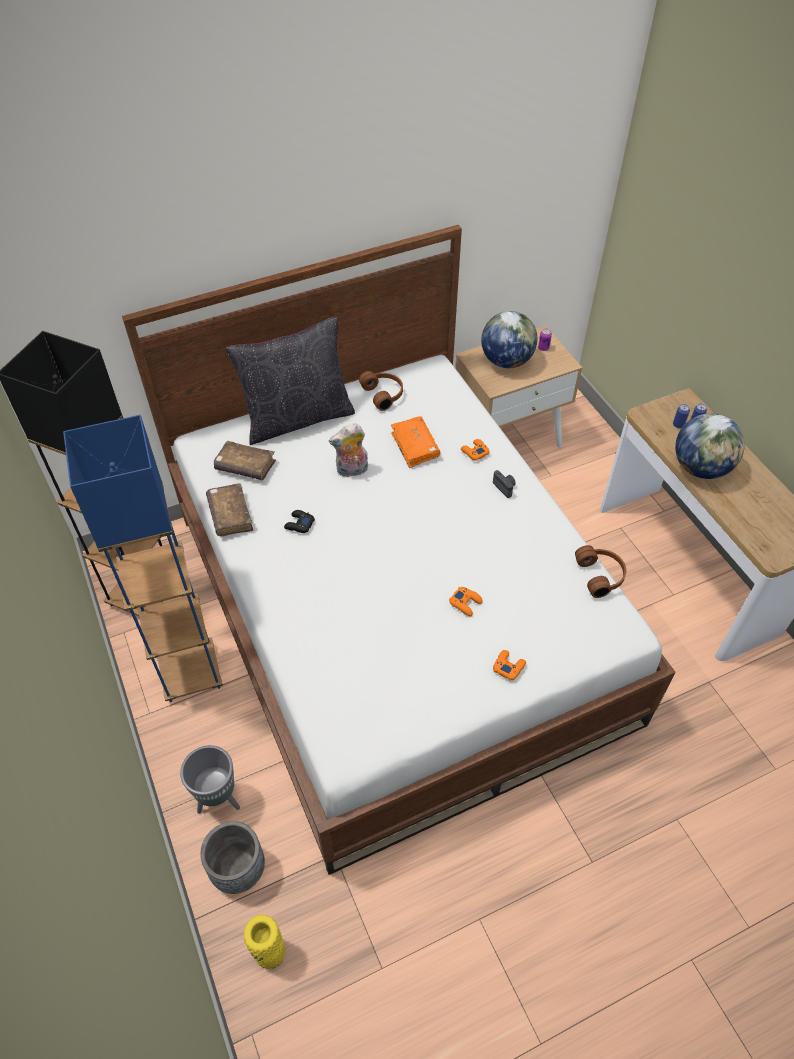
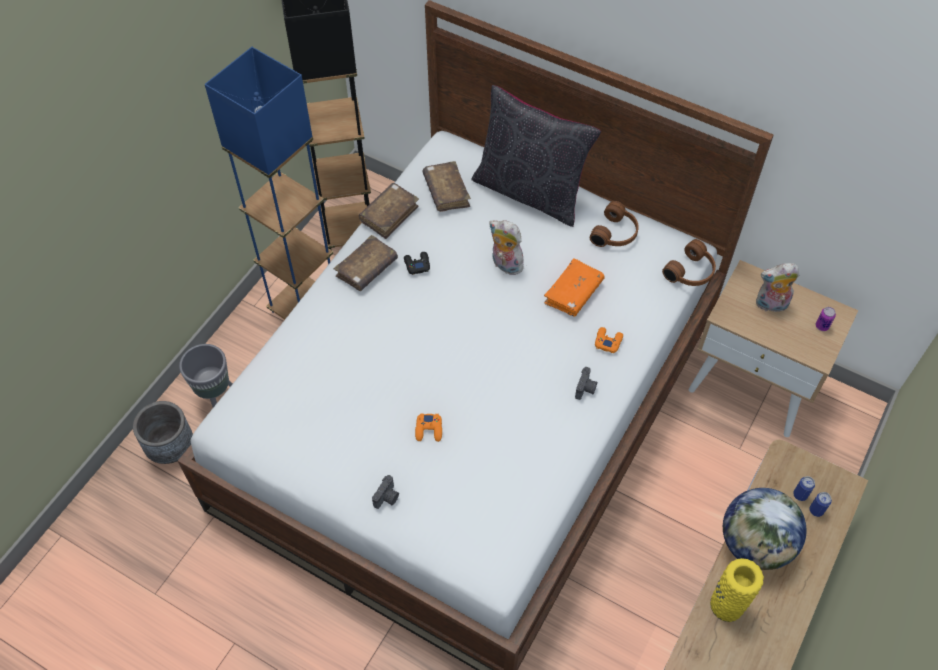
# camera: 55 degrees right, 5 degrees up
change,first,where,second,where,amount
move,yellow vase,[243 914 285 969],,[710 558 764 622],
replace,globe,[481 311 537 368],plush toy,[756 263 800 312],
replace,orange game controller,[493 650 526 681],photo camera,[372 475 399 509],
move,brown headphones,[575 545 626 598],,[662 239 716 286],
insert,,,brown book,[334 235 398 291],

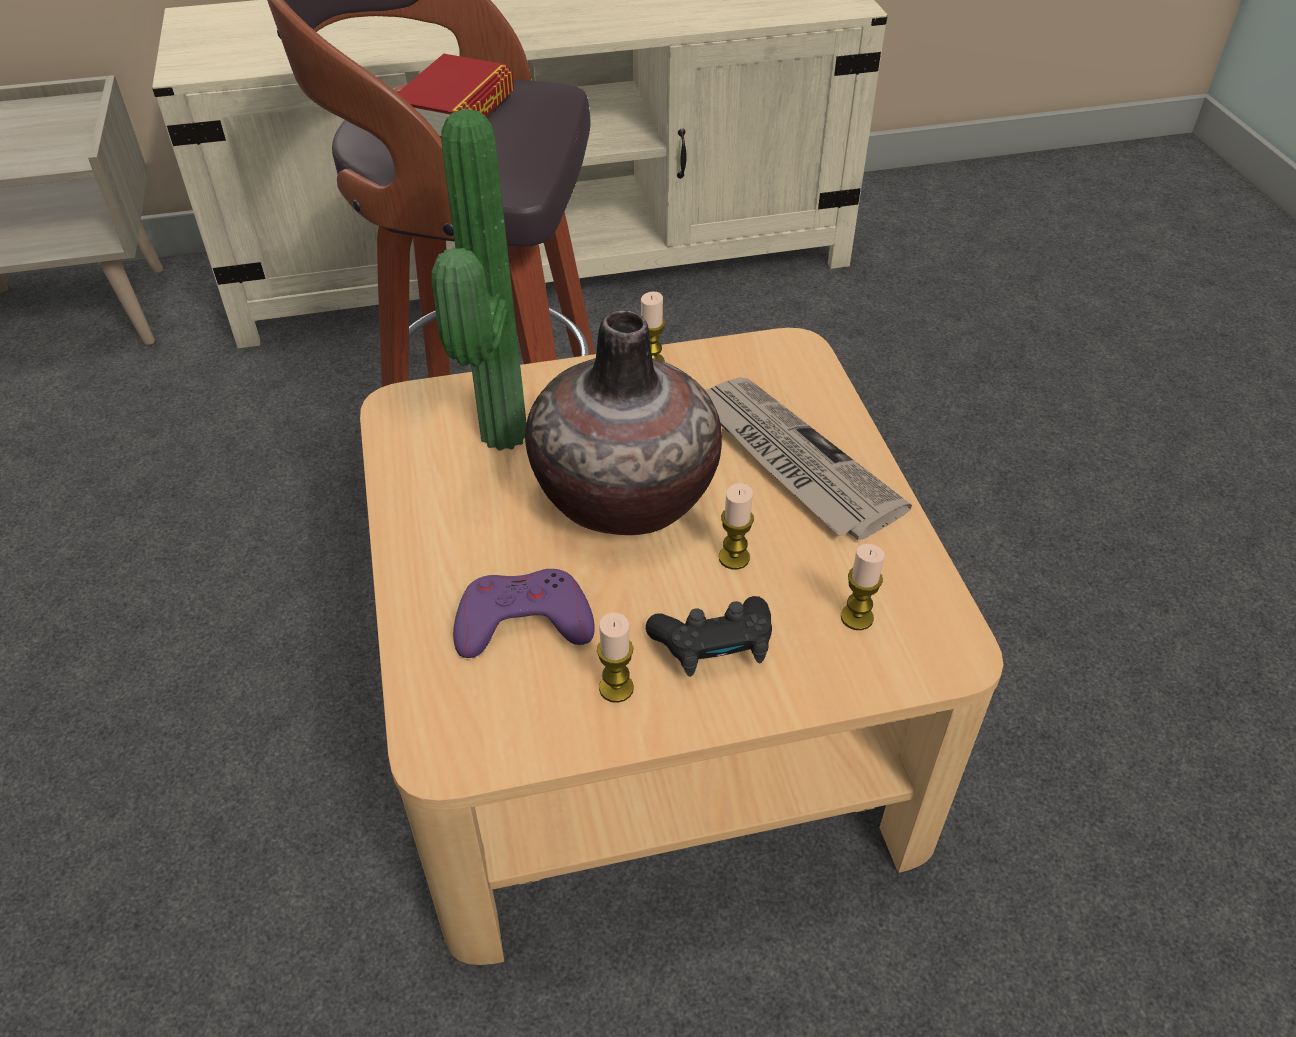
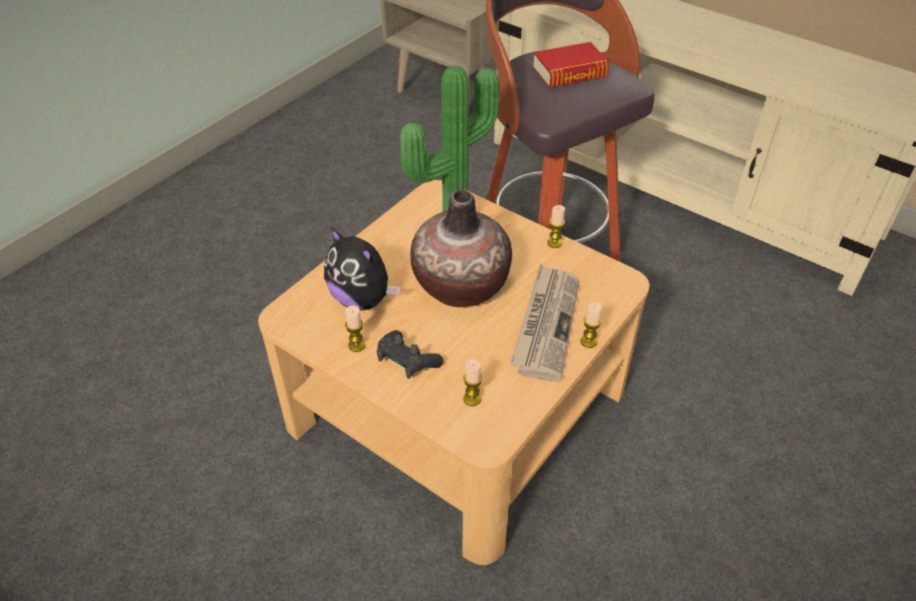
# camera: 50 degrees right, 0 degrees up
change,first,where,second,where,amount
replace,purple game controller,[453 569 595 658],plush toy,[324 227 400 311],
move,candle,[719 483 754 570],,[581 302 602 348],

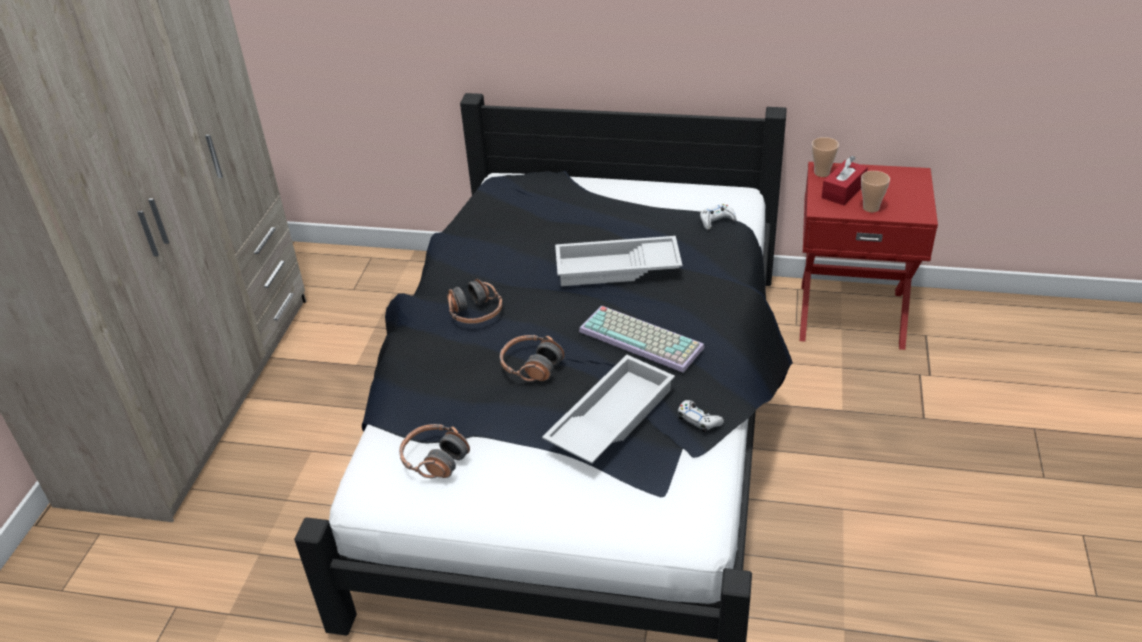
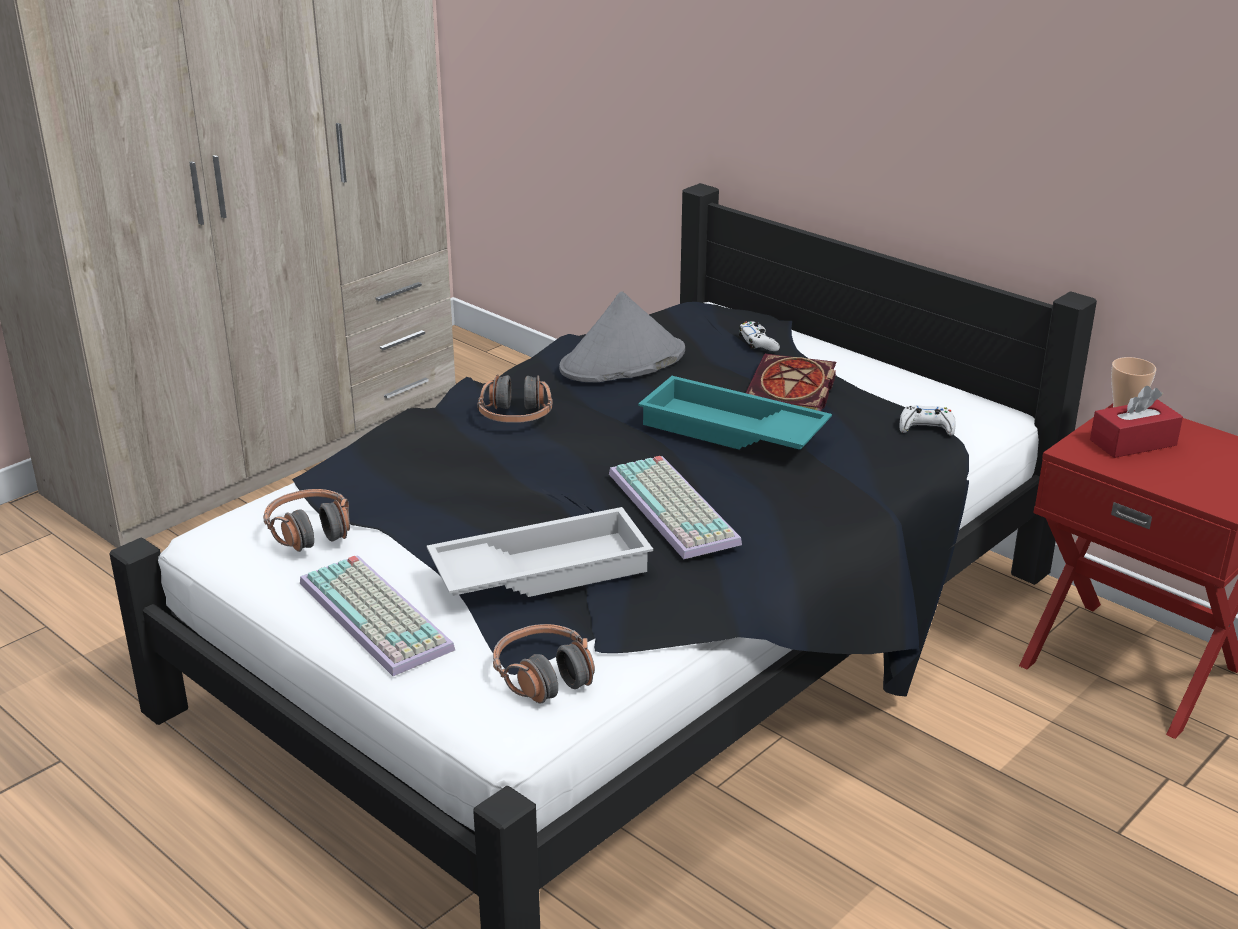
# camera: 30 degrees right, 10 degrees down
change,first,where,second,where,amount
move,headphones,[500 335 565 382],,[493 624 595 704],
recolor,white tray,[555 236 682 286],turquoise tray,[638 376 832 450],
move,white game controller,[678 400 724 433],,[739 321 780 351],
delete,cup,[861 171 890 212],,,
insert,,,keyboard,[300 555 455 676],
insert,,,grey hat,[559 291 685 382],
insert,,,book,[746 354 836 411],

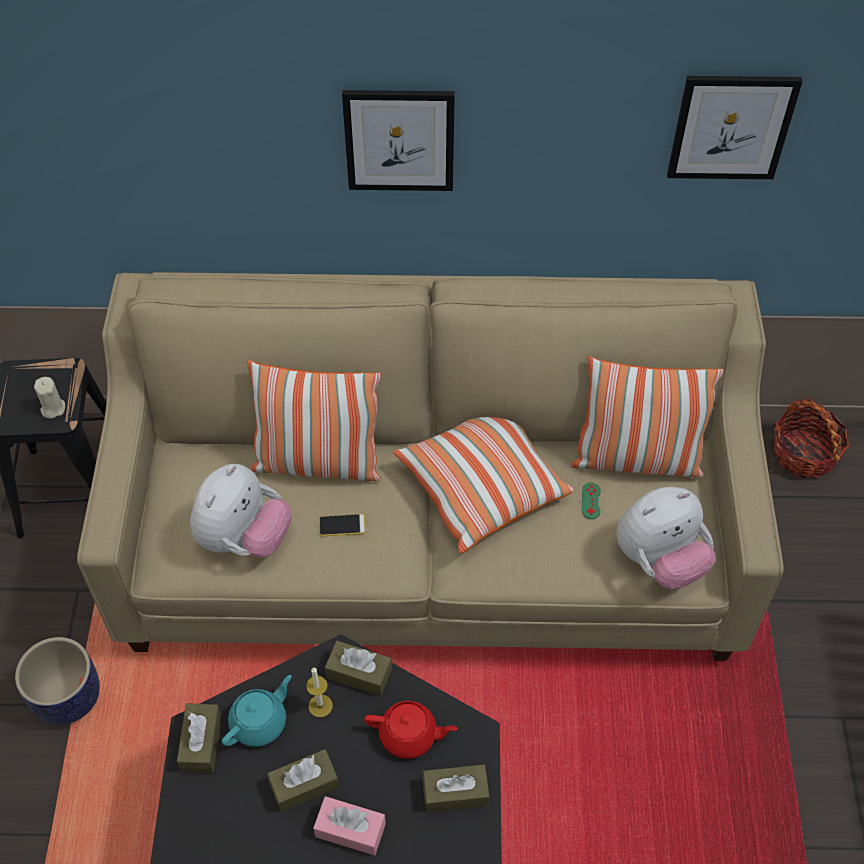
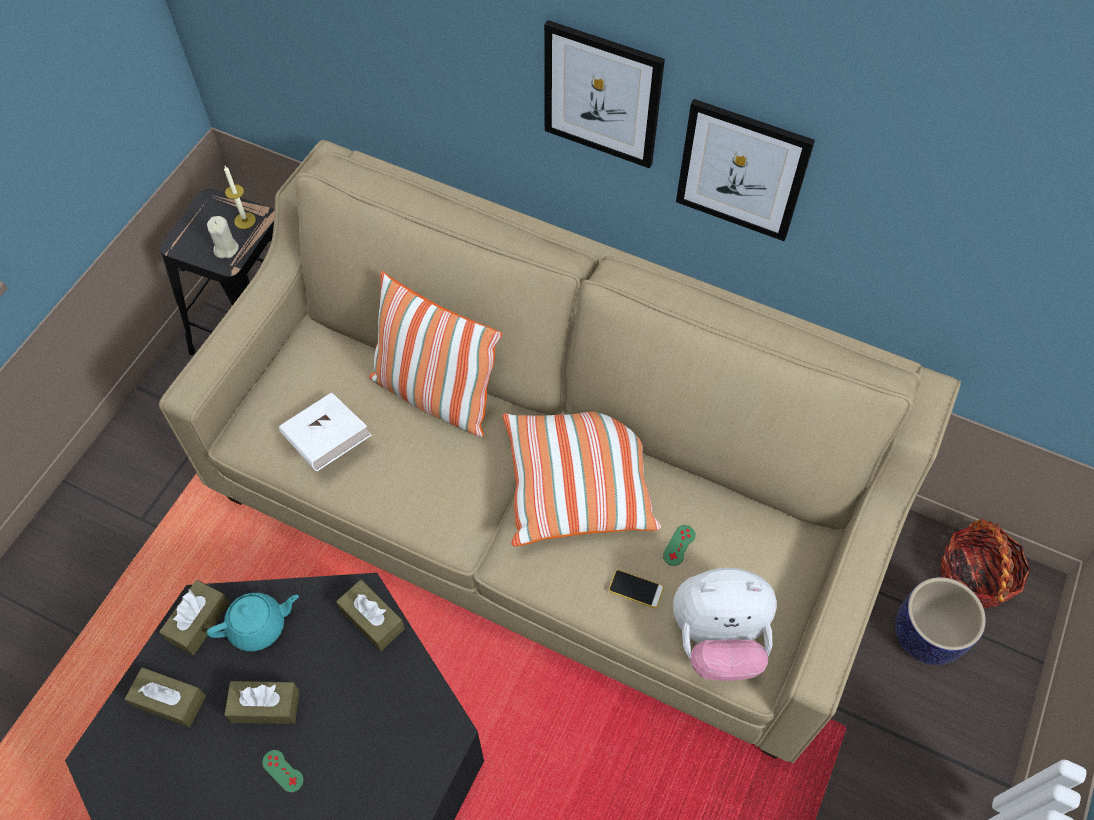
# camera: 25 degrees right, 5 degrees up
change,first,where,second,where,amount
move,planter,[15 637 100 725],,[895 577 986 665],
replace,plush toy,[190 464 292 558],white book,[279 392 371 471],
move,candle,[306 667 333 717],,[224 166 256 229],
replace,pink tissue box,[313 796 386 856],green game controller,[262 750 304 793],
move,phone,[319 514 366 536],,[609 570 664 608],
delete,red teapot,[364 701 458 759],,,
move,brown tissue box,[422 764 490 812],,[125 667 206 727],
delete,pillow,[571 356 724 478],,,
move,picture,[667 76 803 179],,[676 99 815 241],

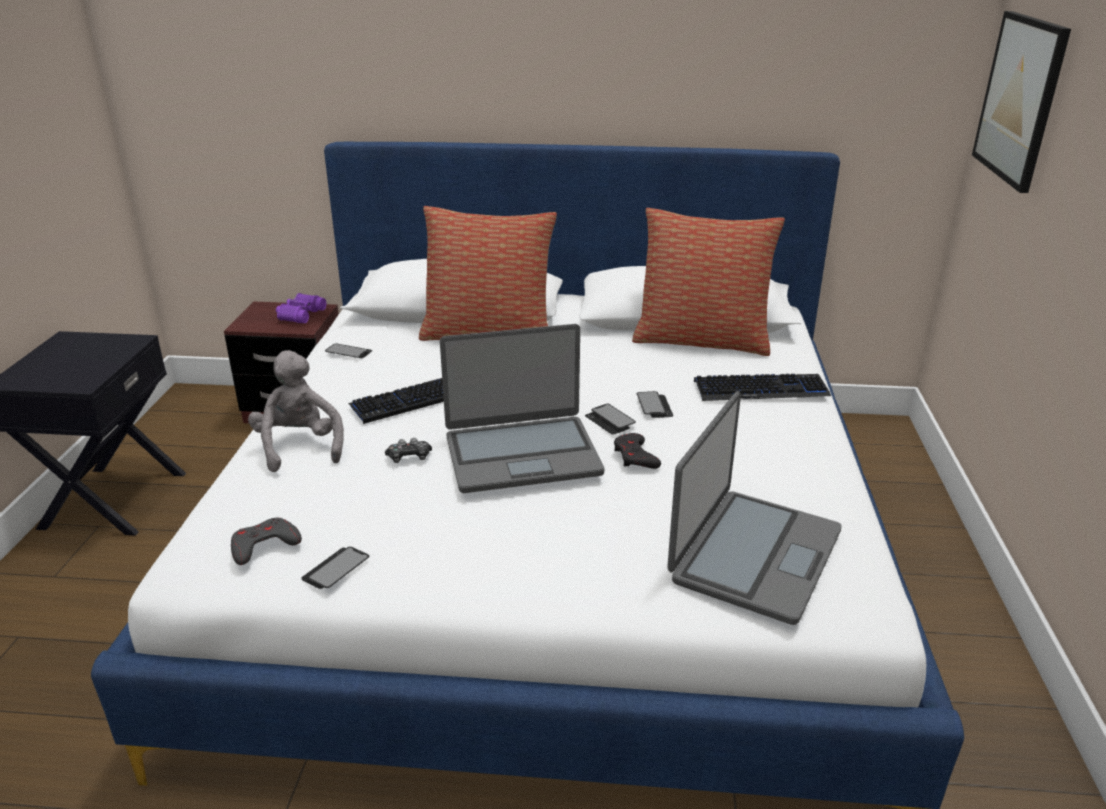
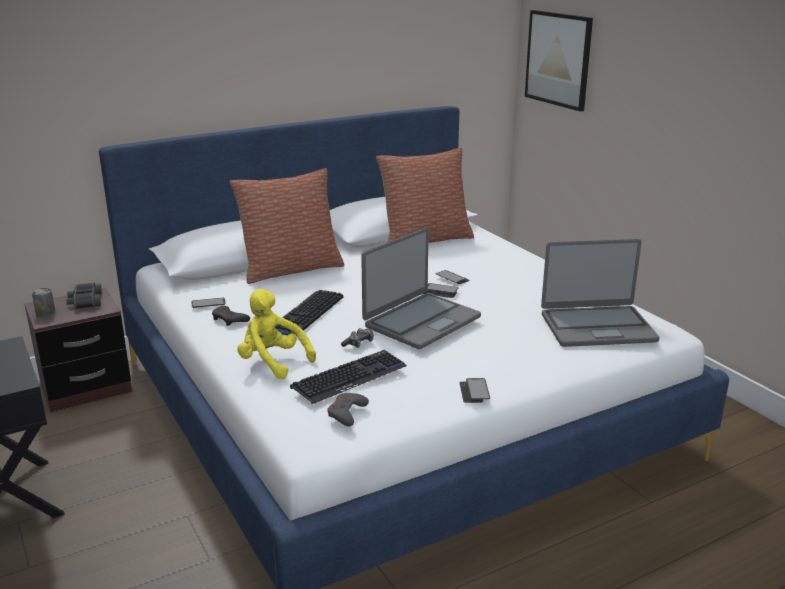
# camera: 35 degrees left, 5 degrees down
change,first,where,second,where,amount
recolor,grey plush toy,[248 350 344 472],yellow plush toy,[237 289 316 379],
recolor,purple binoculars,[276 293 326 323],black binoculars,[66 282 102 309],
move,phone,[302 547 369 589],,[460 378 490 403],
move,black game controller,[614 433 661 469],,[212 306 250 326],
rotate,laptop,[667 391 842 625],,[541 239 660 347],90 degrees clockwise
move,keyboard,[694 374 831 401],,[290 350 407 404],
insert,,,can,[32 288 56 318],

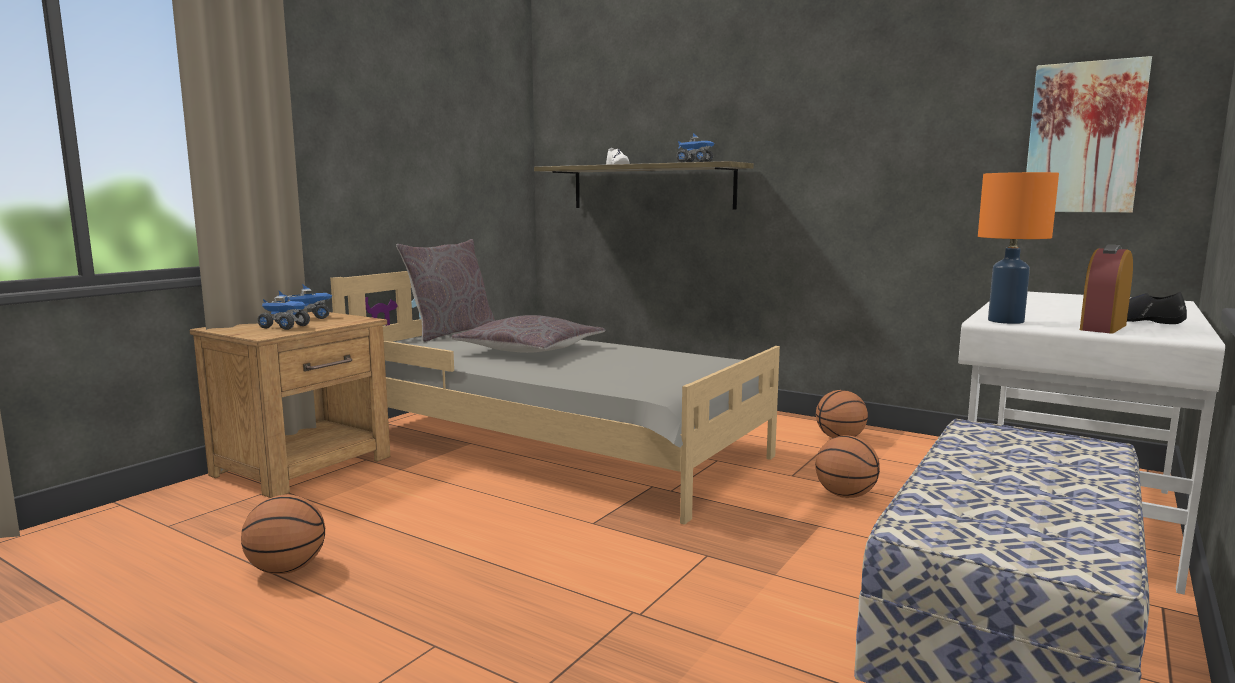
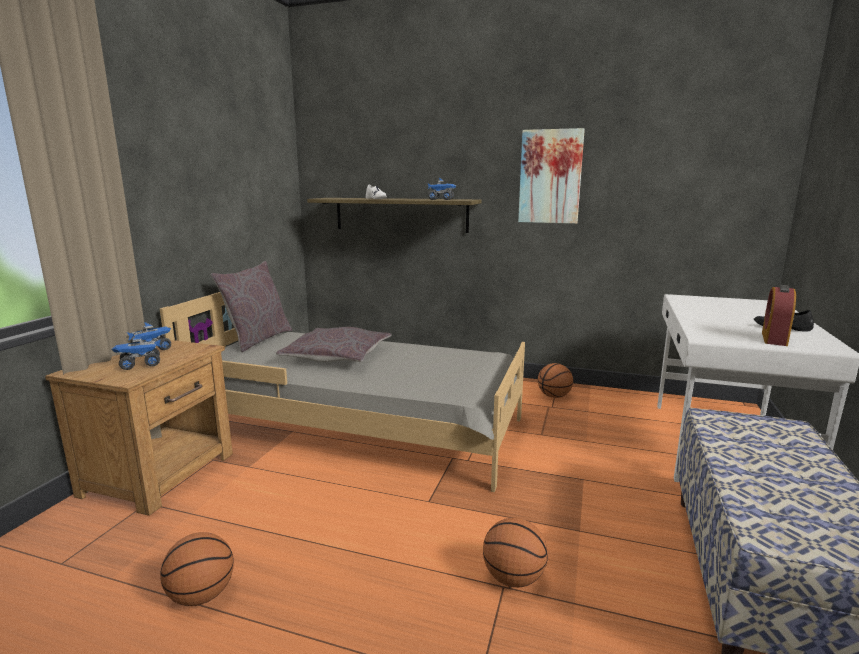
# camera: 15 degrees left, 5 degrees up
change,first,where,second,where,amount
rotate,toy truck,[257 291 310 330],,[111 334 162 370],150 degrees clockwise
move,basketball,[815 435 880 498],,[483 517 548 587],
delete,orange table lamp,[978 172 1059 324],,,
move,picture,[1026 56 1152 213],,[518 128 585 224],

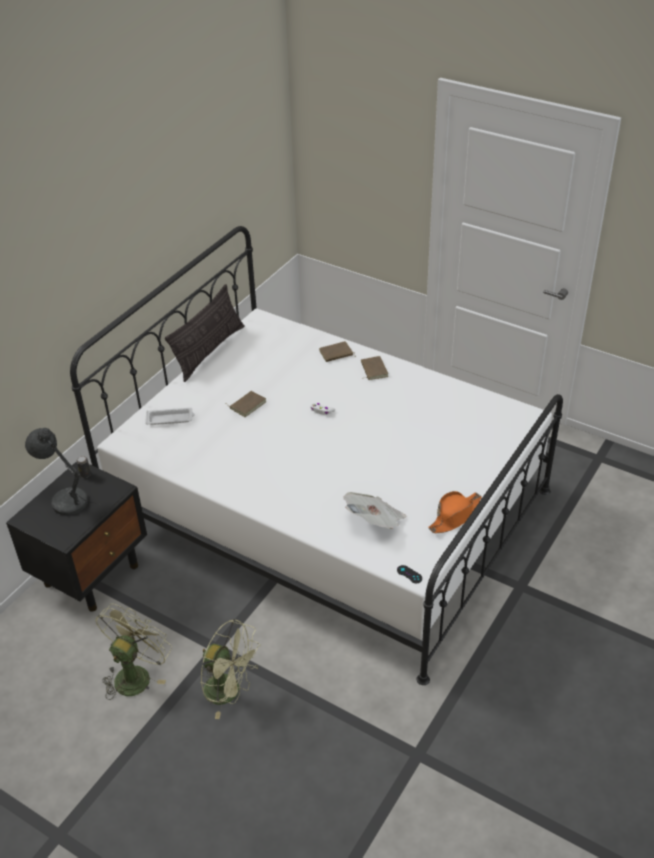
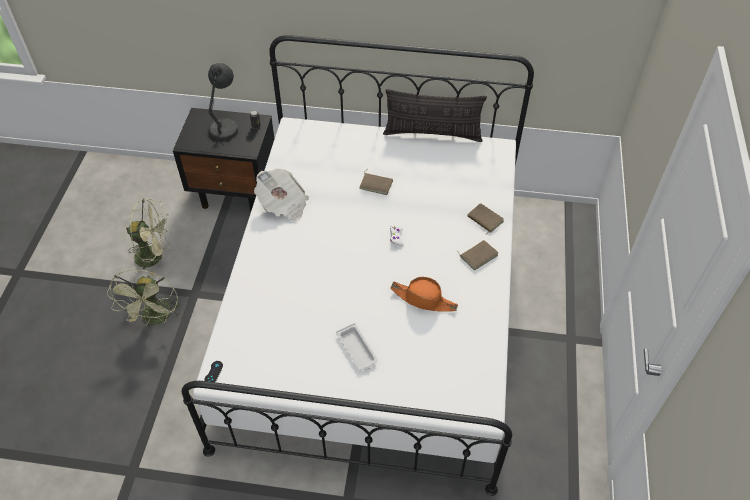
# camera: 65 degrees right, 10 degrees up
change,first,where,second,where,amount
move,white tray,[145 408 195 425],,[336 323 378 370],
move,newspaper,[343 492 407 529],,[254 169 309 221],
move,orange hat,[428 491 482 533],,[390 277 458 312],

